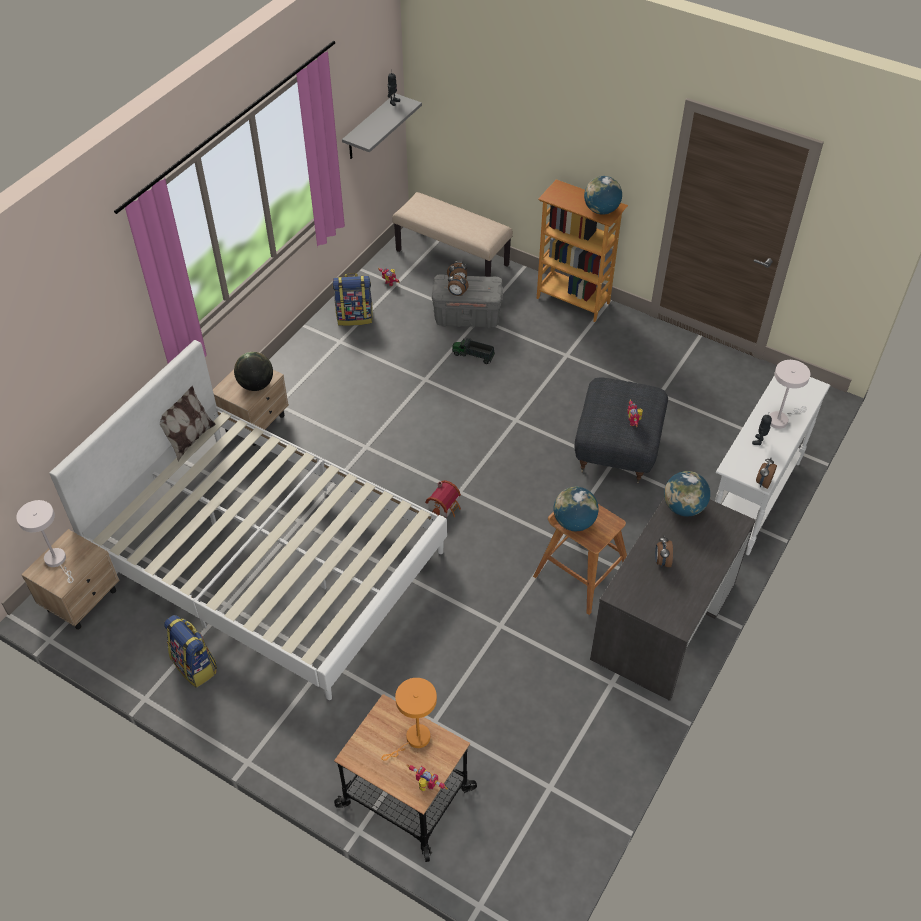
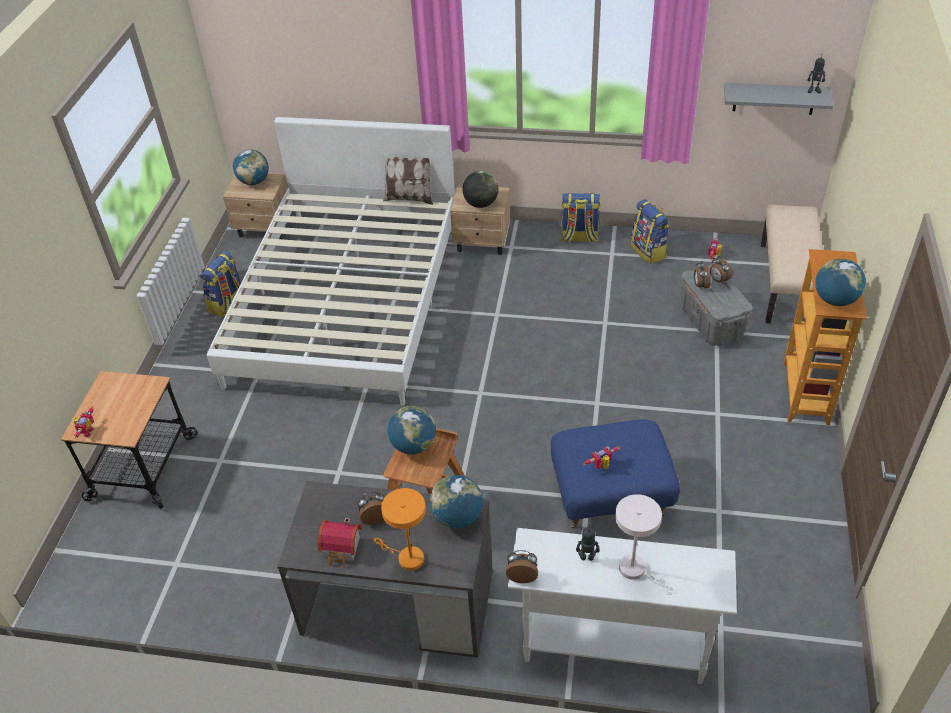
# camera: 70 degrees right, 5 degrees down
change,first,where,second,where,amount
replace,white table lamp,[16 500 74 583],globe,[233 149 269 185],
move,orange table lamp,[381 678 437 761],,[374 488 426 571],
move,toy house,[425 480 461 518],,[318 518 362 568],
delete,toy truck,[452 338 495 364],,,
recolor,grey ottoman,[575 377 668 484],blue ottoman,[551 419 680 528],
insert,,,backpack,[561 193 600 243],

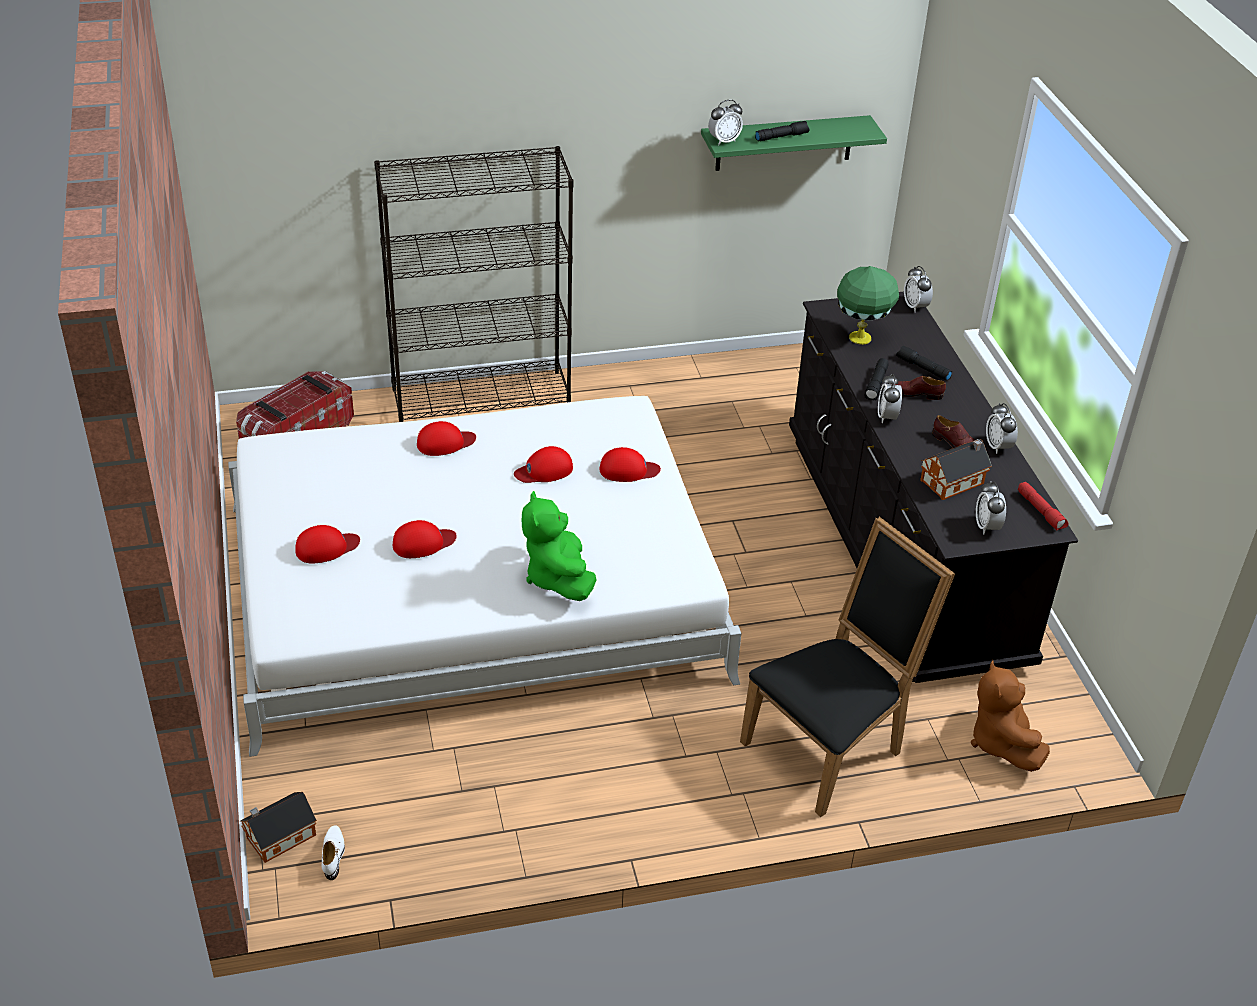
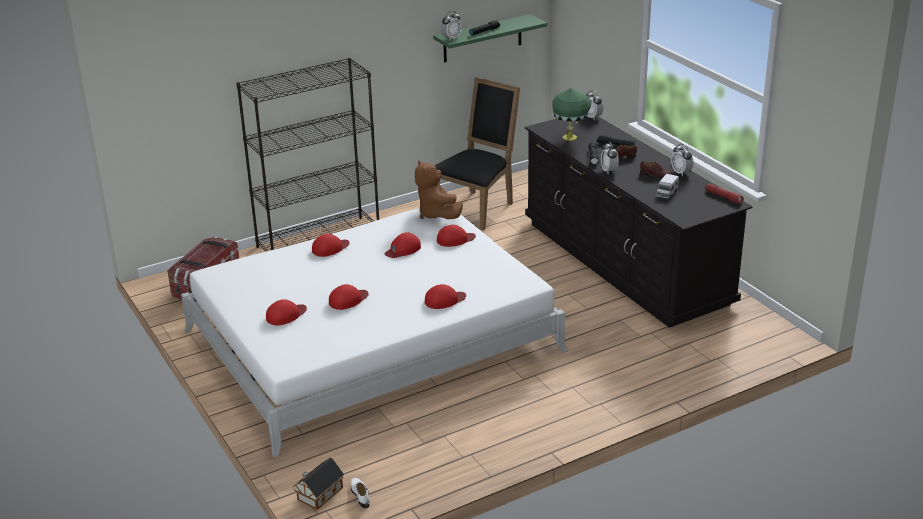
# camera: 15 degrees left, 10 degrees down
change,first,where,second,where,amount
replace,green plush toy,[522 491 597 601],red cap,[425 284 466 309],
move,black chair,[740 517 955 817],,[435 77 520 230],
replace,toy house,[920 439 992 500],toy truck,[656 174 679 199],
move,brown plush toy,[971 660 1050 772],,[415 160 463 219],
delete,alarm clock,[976 481 1006 534],,,

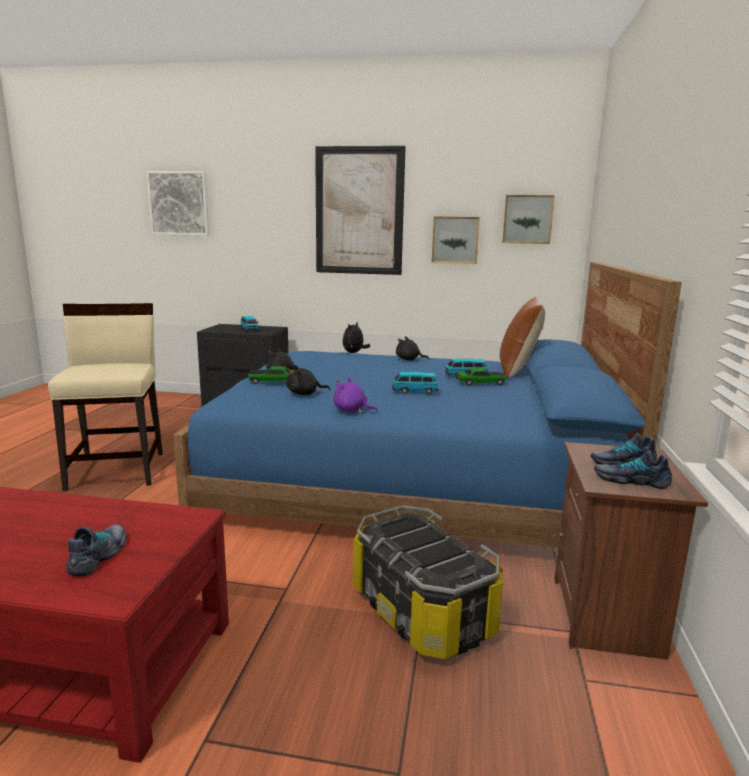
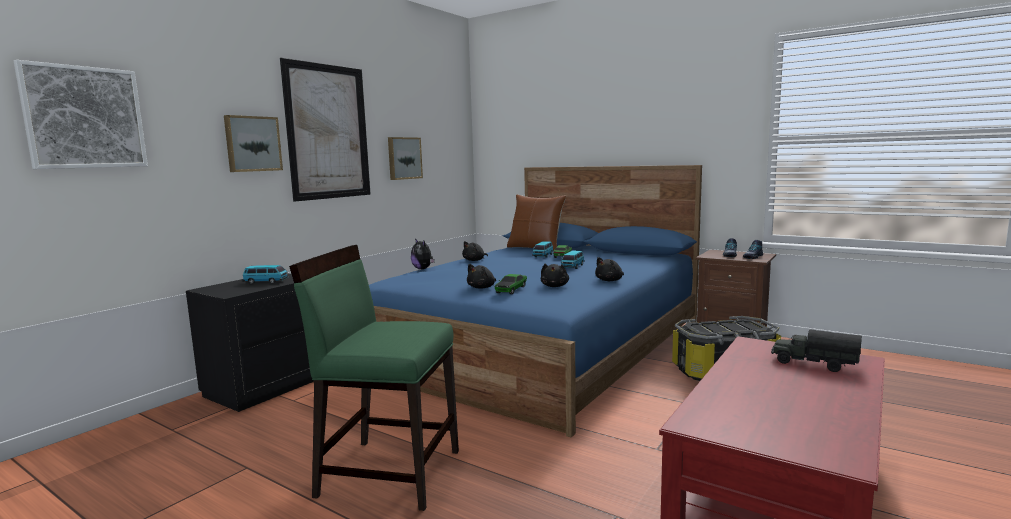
# camera: 65 degrees left, 5 degrees down
change,first,where,second,where,amount
recolor,beige chair,[48 303 163 492],green chair,[289 245 459 511],
replace,shoe,[66 524 127 577],toy truck,[771 329 862 372],
recolor,purple plush toy,[333 377 378 413],black plush toy,[595 257 624 281],
move,picture,[502 195 555 244],,[224 115 283 172],

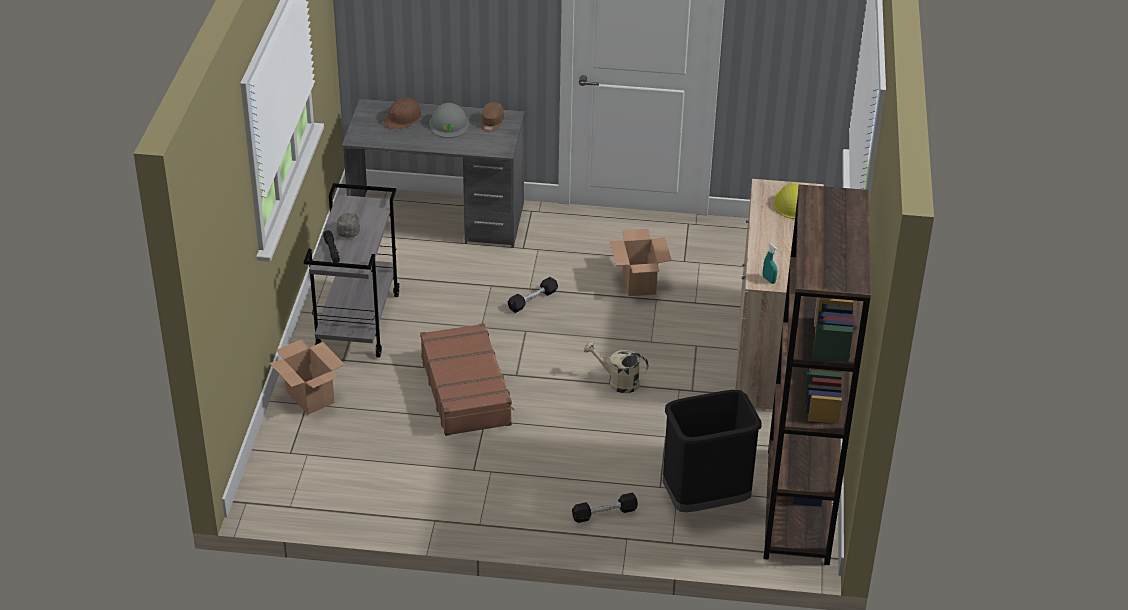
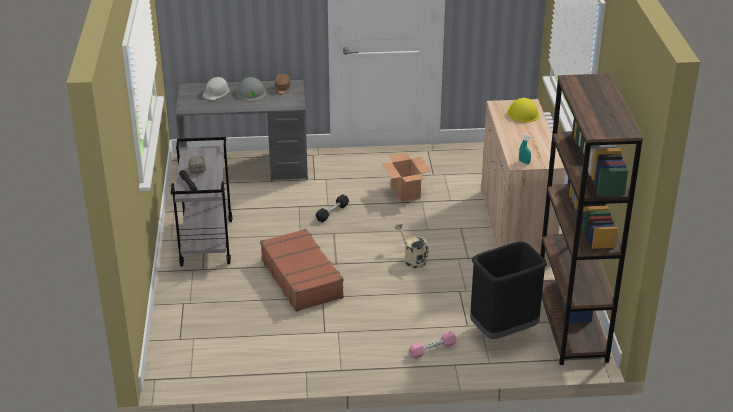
# camera: 10 degrees left, 5 degrees down
change,first,where,second,where,amount
delete,cardboard box,[270 340 345 415],,,
recolor,brown hard hat,[383 97 422 130],white hard hat,[202 77 230 100],
recolor,black dumbbell,[572 493 638 523],pink dumbbell,[409 331 457 359],
rotate,beige watering can,[584 341 648 393],,[394 222 429 268],45 degrees clockwise

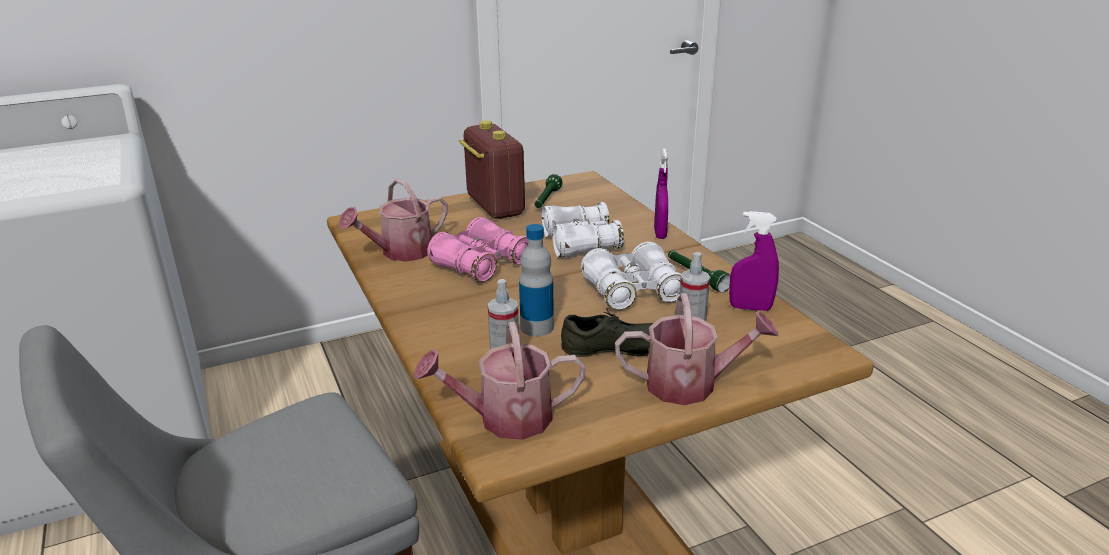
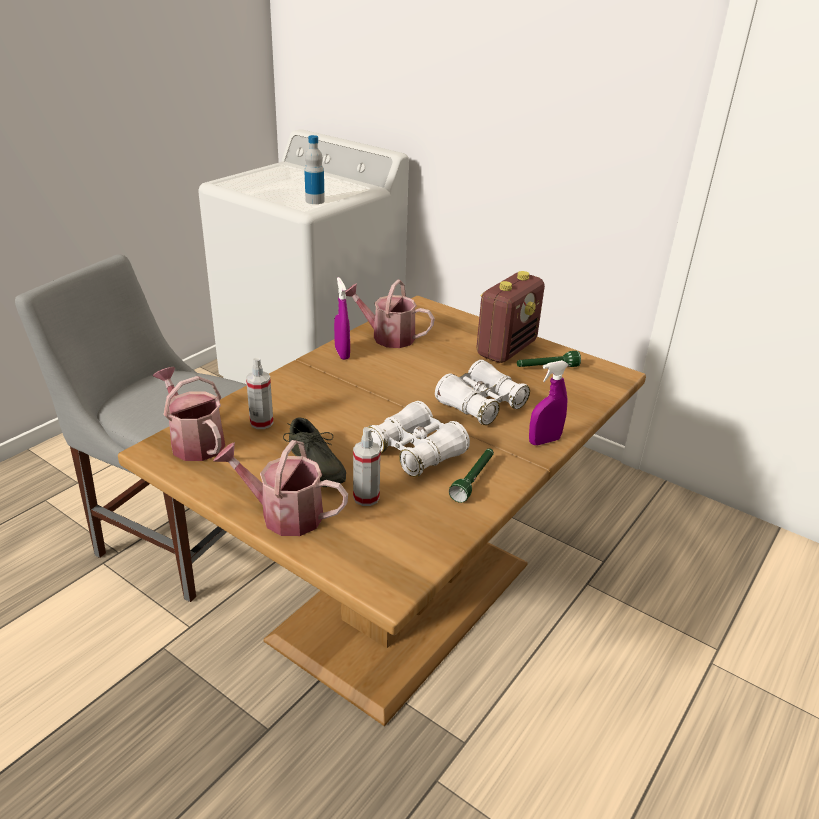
# camera: 60 degrees right, 5 degrees up
change,first,where,second,where,amount
delete,pink binoculars,[427 217 528 282],,,
move,bottle,[519 224 554 336],,[304 135 325 204],
rotate,watering can,[615 293 778 405],,[213 440 348 536],135 degrees clockwise
move,purple spray bottle,[729 211 779 311],,[334 277 350 360],

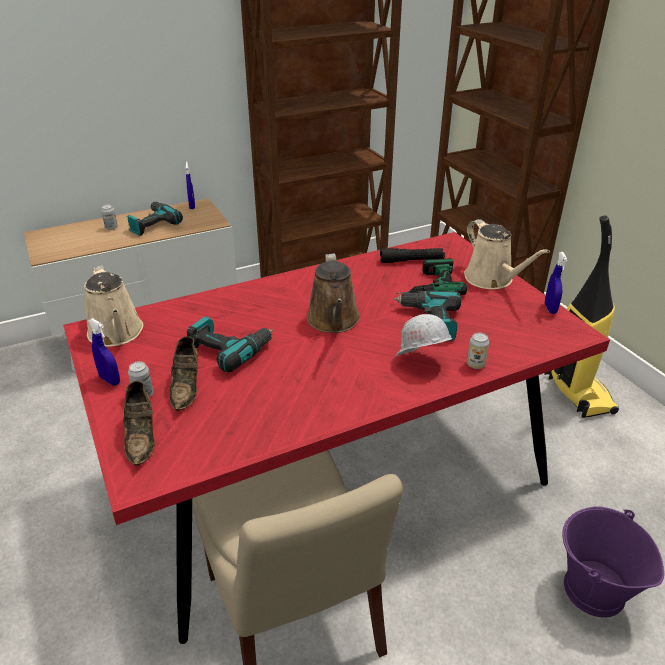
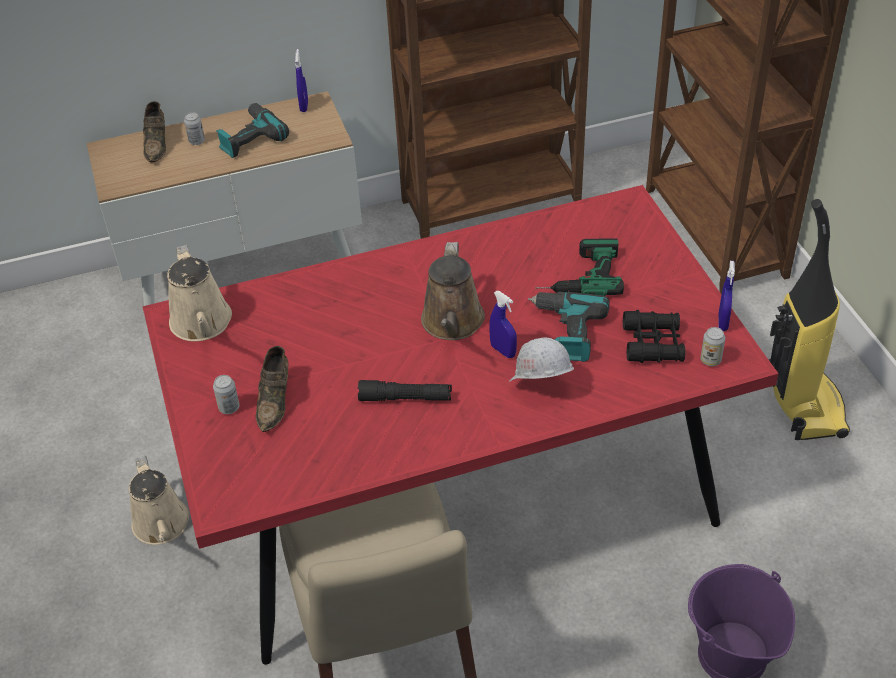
# camera: 10 degrees right, 10 degrees up
change,first,where,second,where,amount
move,blue spray bottle,[88 318 120 385],,[489 291 517 358],
move,brown shoe,[123 381 155 466],,[143 101 166 162],
delete,power drill,[187 316 273 372],,,
move,black flashlight,[380 248 445 263],,[358 380 452 401],
move,beige watering can,[464 219 550 290],,[129 456 189 545],
move,can,[467 333 489 369],,[701 327 725 366],
insert,,,black binoculars,[623 310 685 363],

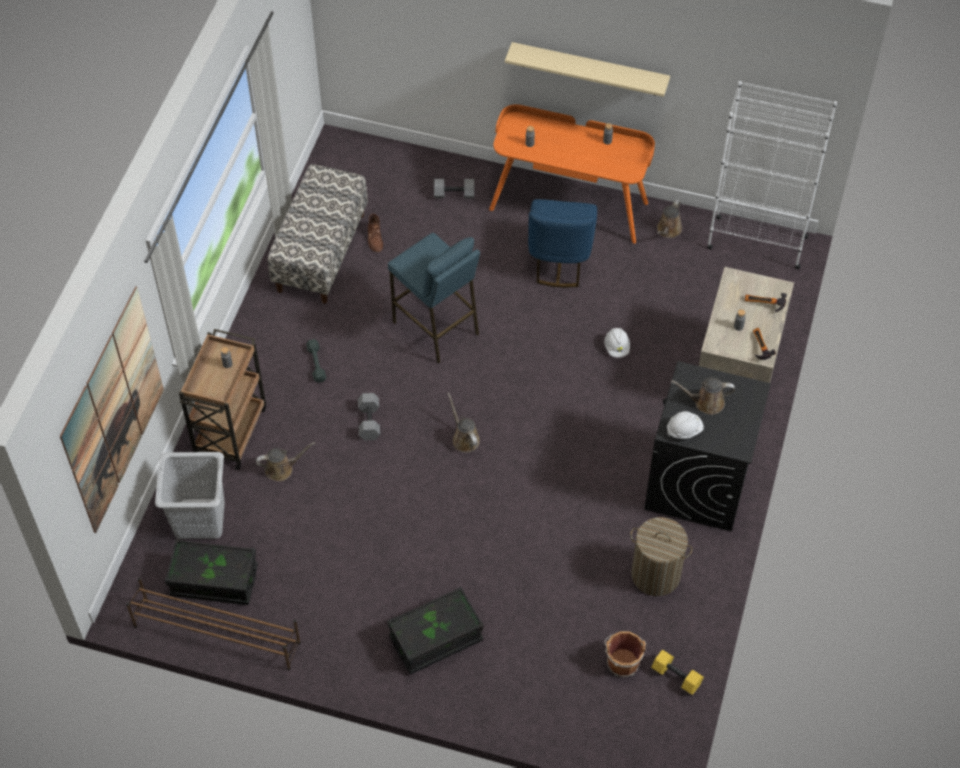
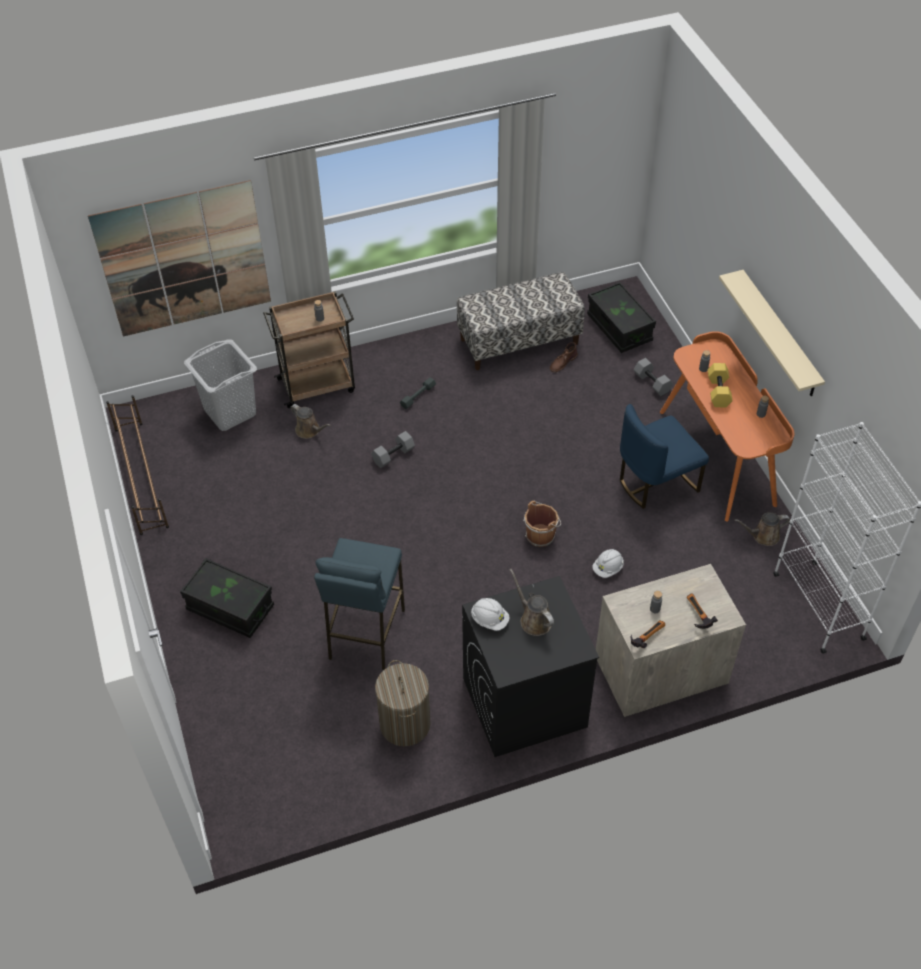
# camera: 55 degrees right, 5 degrees down
change,first,where,second,where,amount
move,black storage box,[165 539 258 605],,[587 282 656 353],
move,blue stool,[388 233 480 363],,[314 538 405 670],
delete,brown watering can,[447 393 480 453],,,
move,brown bucket,[604 631 646 677],,[523 501 561 547],
move,yellow dumbbell,[651 650 704 695],,[708 363 733 407],

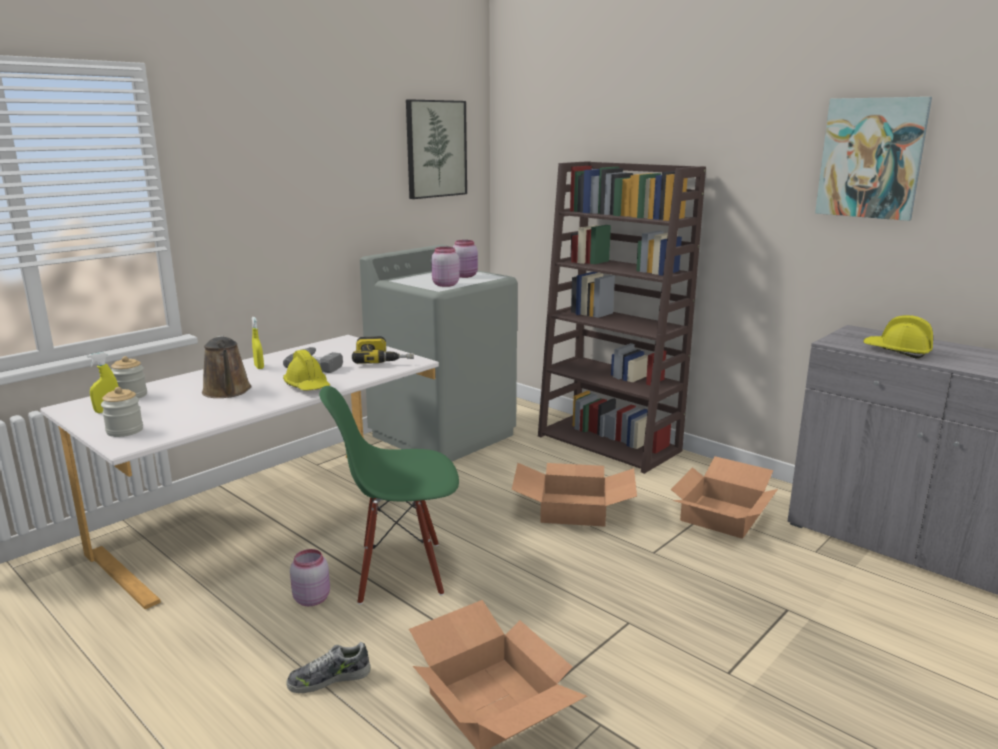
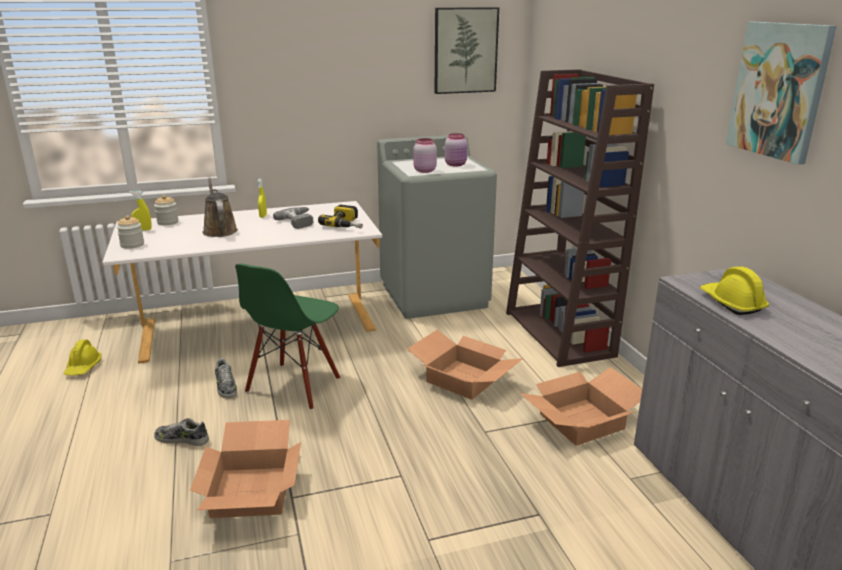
# camera: 30 degrees right, 5 degrees up
change,first,where,second,where,amount
rotate,brown watering can,[202 335 252 398],,[202 177 238 237],150 degrees clockwise
move,yellow hard hat,[283 350 330 391],,[64 339 101 376],
replace,pink jar,[290 549 330 606],shoe,[215 358 237 399],
rotate,green chair,[319 386 459 604],,[235 264 340 410],90 degrees counterclockwise

